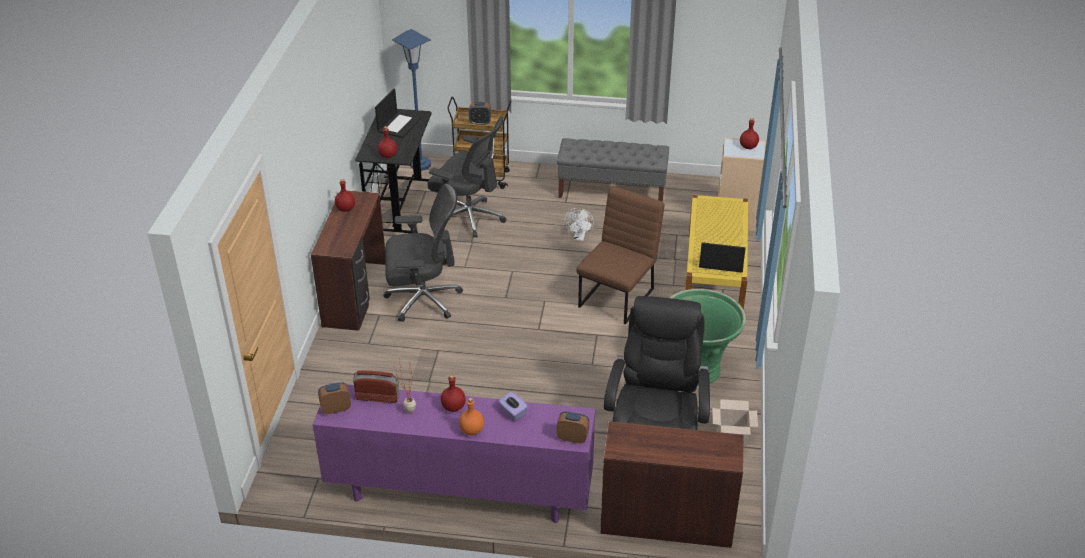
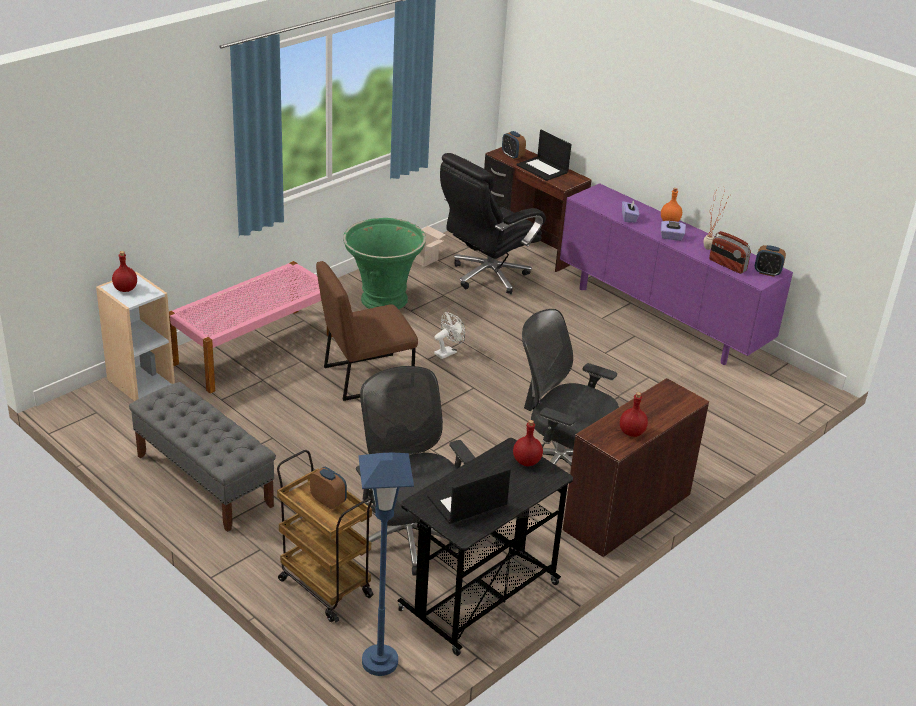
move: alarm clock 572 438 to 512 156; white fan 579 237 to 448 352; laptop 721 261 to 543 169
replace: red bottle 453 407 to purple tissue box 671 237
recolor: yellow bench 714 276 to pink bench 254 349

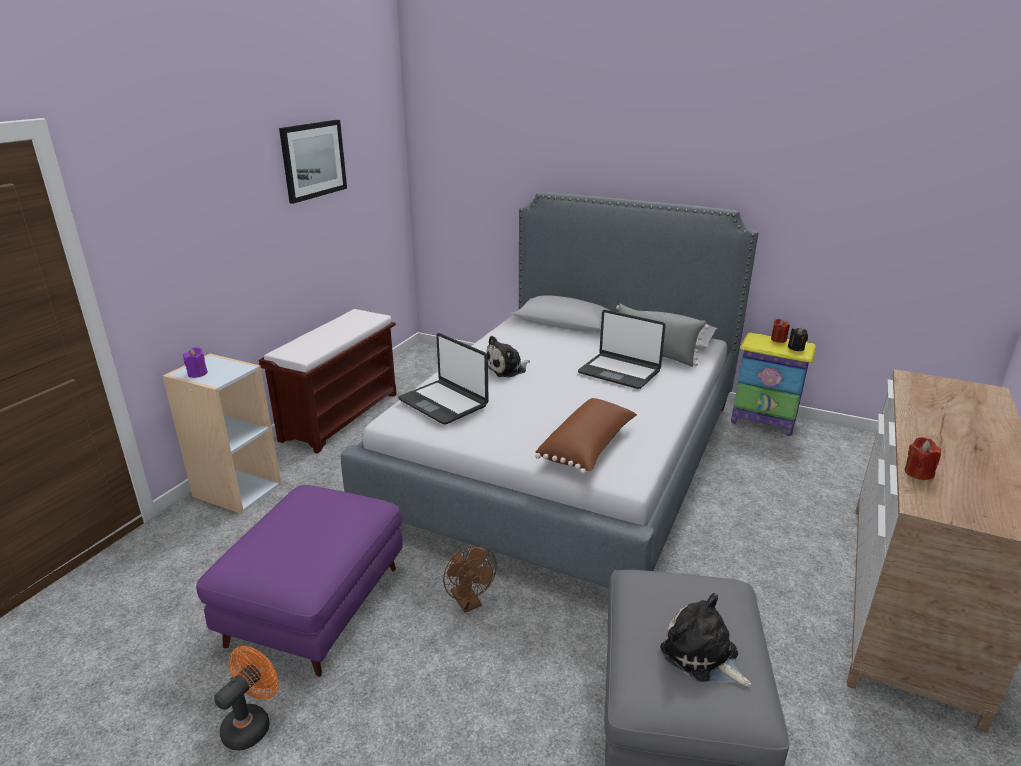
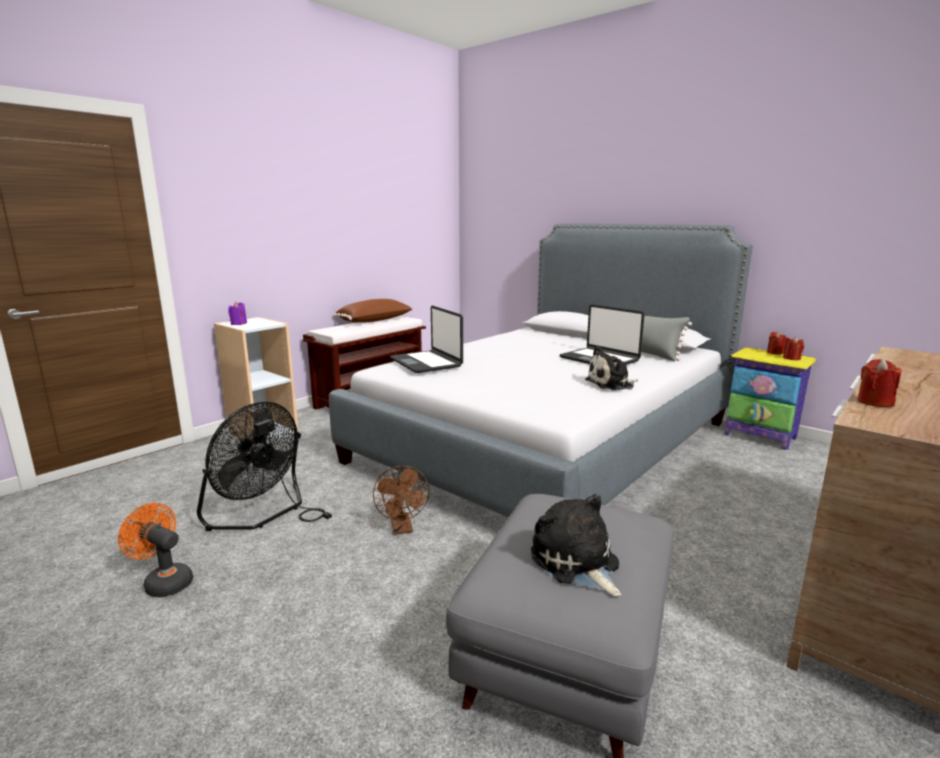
delete: picture 313 160
move: plush toy 507 369 to 612 384; brown pillow 588 448 to 375 321
replace: purple ottoman 316 606 to black fan 272 511
recolor: black candle 796 348 to red candle 791 358
rotate: orange fan 252 723 = 164 582 105 degrees counterclockwise

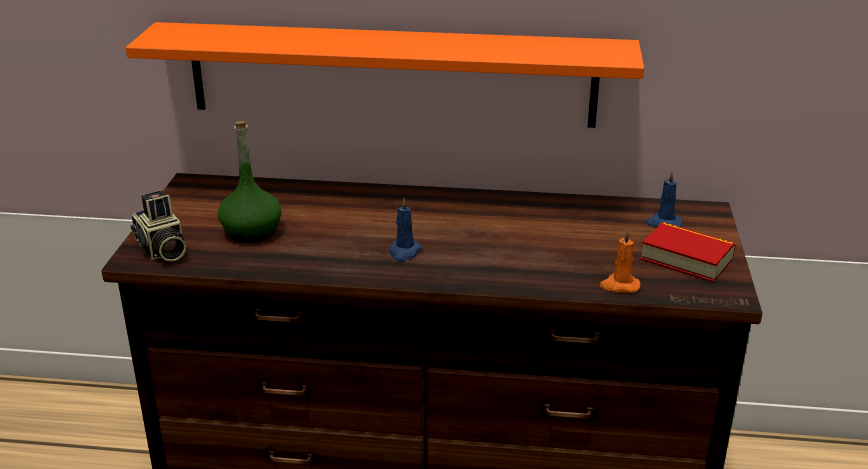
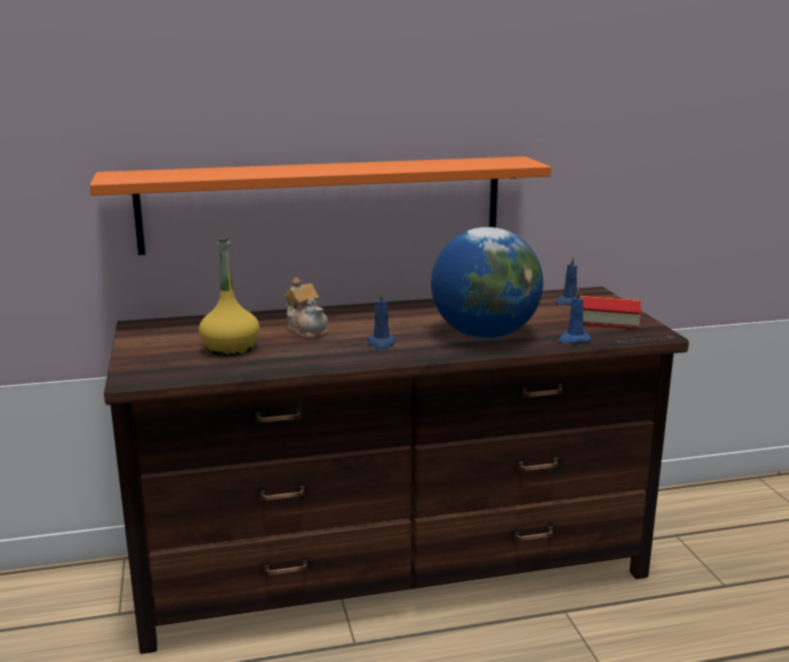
delete: photo camera 161 250
insert: teapot 307 330; globe 485 335
recolor: green bottle 251 232 to yellow bottle 230 348; orange candle 619 285 to blue candle 573 340

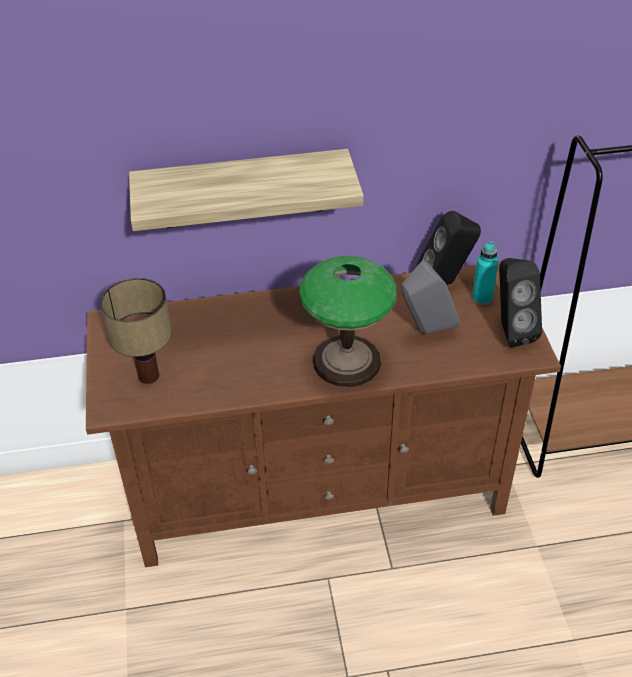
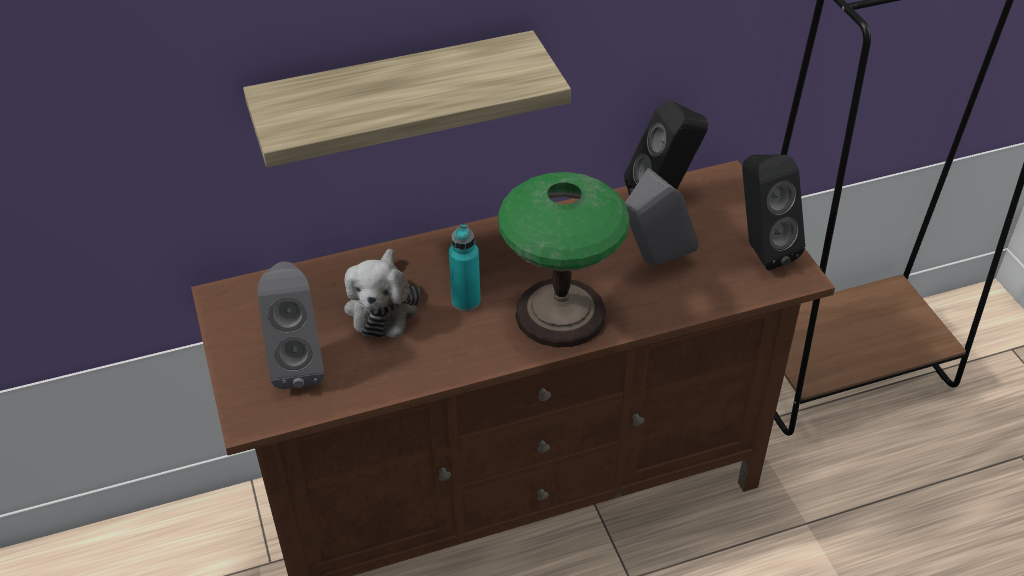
insert: plush toy 382 306
move: turquoise bottle 482 298 to 466 301
replace: table lamp 149 375 to grey speaker 298 364

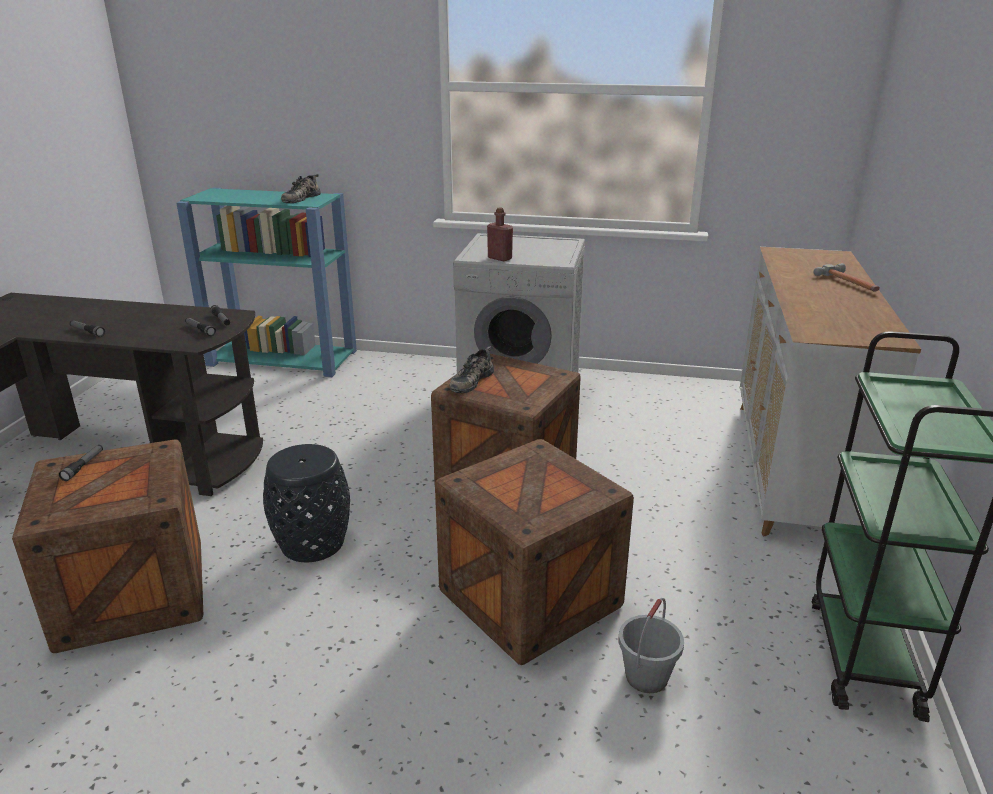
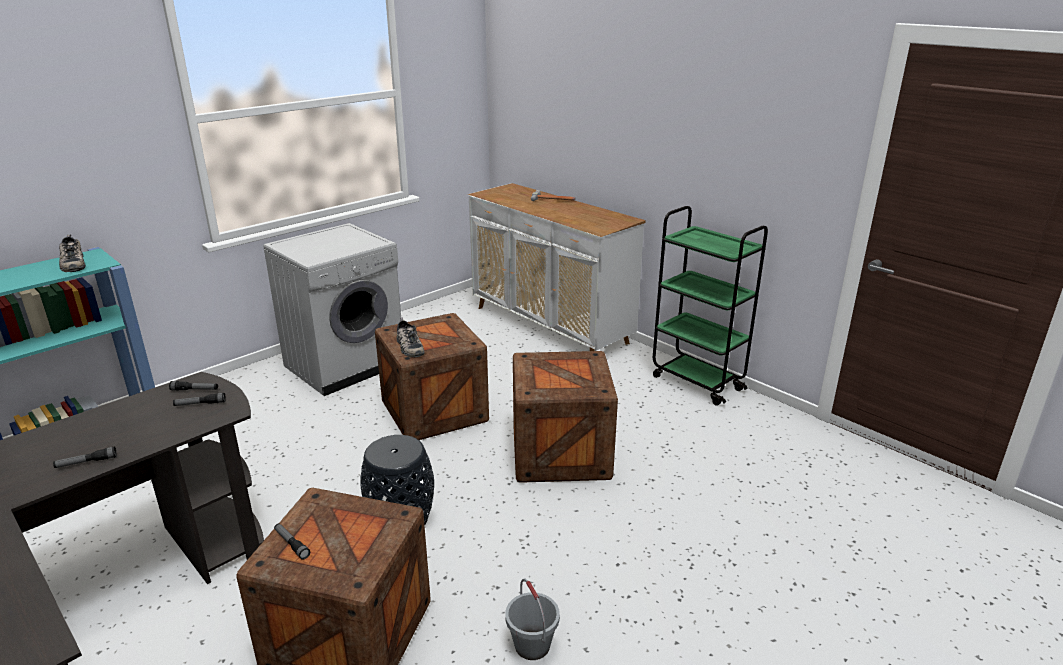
delete: red bottle 499 258
move: grey bucket 647 677 to 532 645

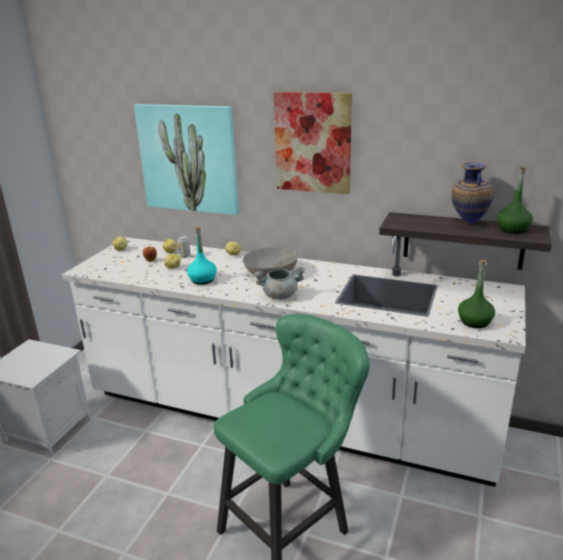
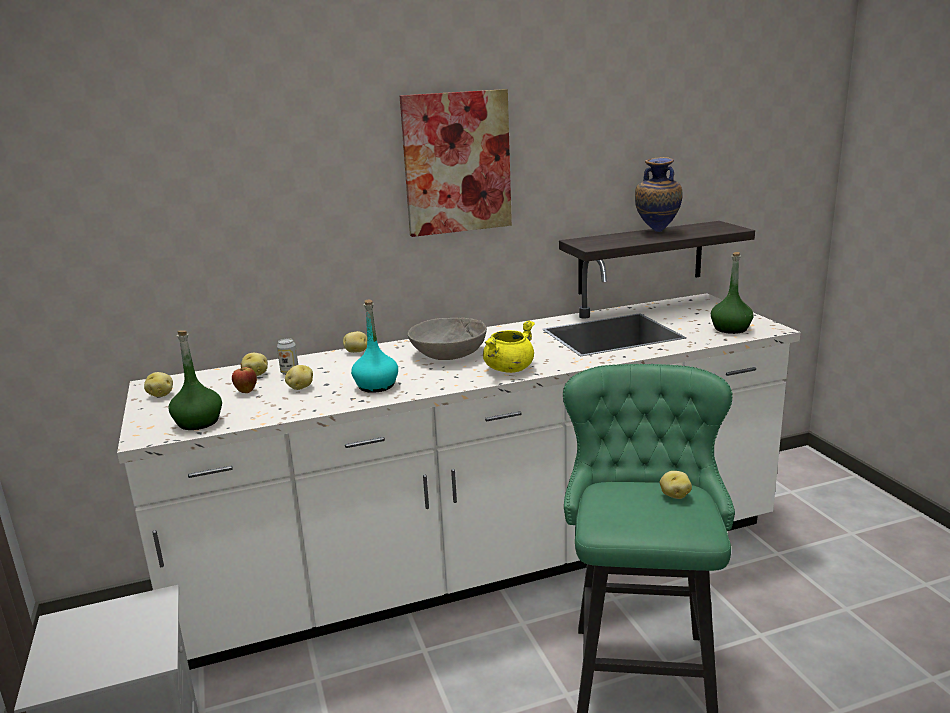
delete: picture 188 159
insert: potato 674 495
move: green bottle 513 229 to 198 422
recolor: grey cooking pot 280 295 to yellow cooking pot 509 368

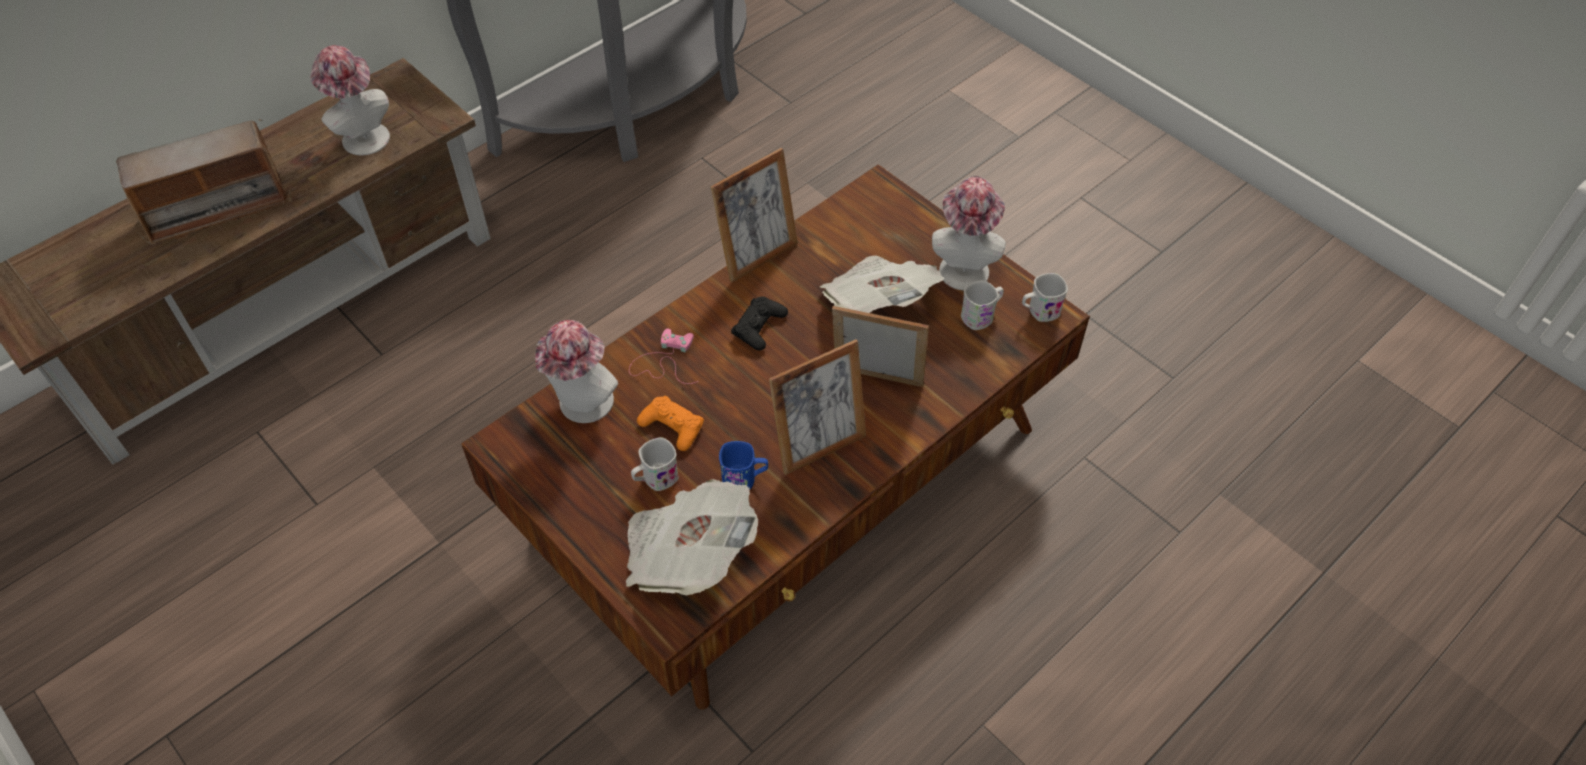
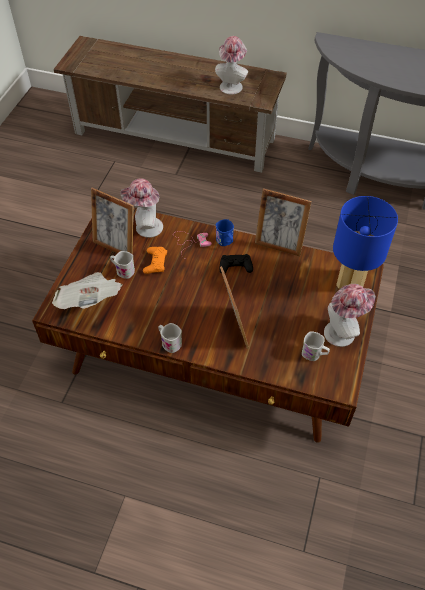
delete: radio 218 208; newspaper 878 303
insert: blue table lamp 351 281
move: blue mug 744 479 to 226 242; picture frame 818 445 to 116 246; white mug 1039 312 to 169 342

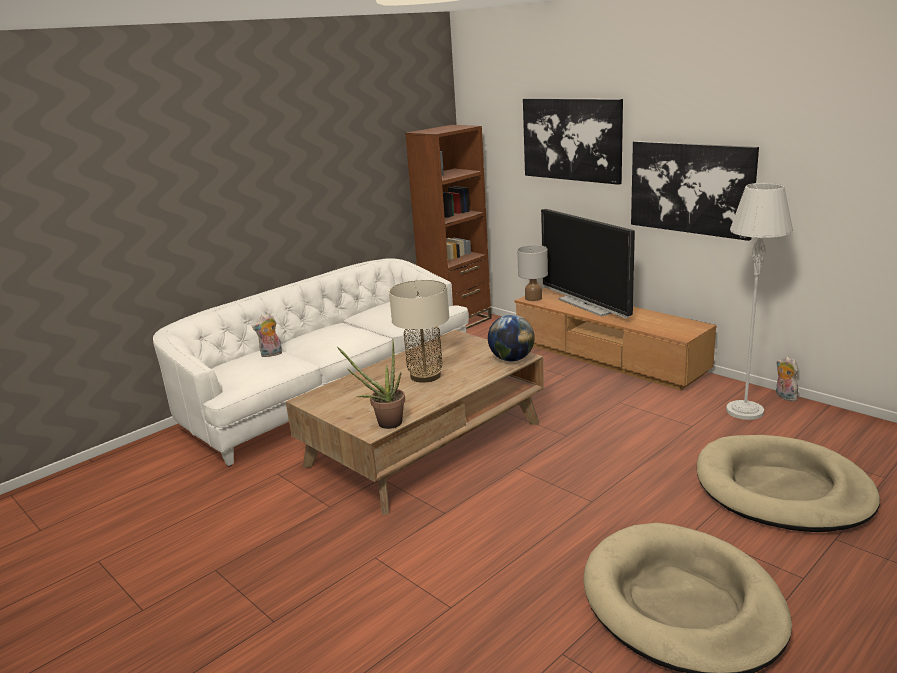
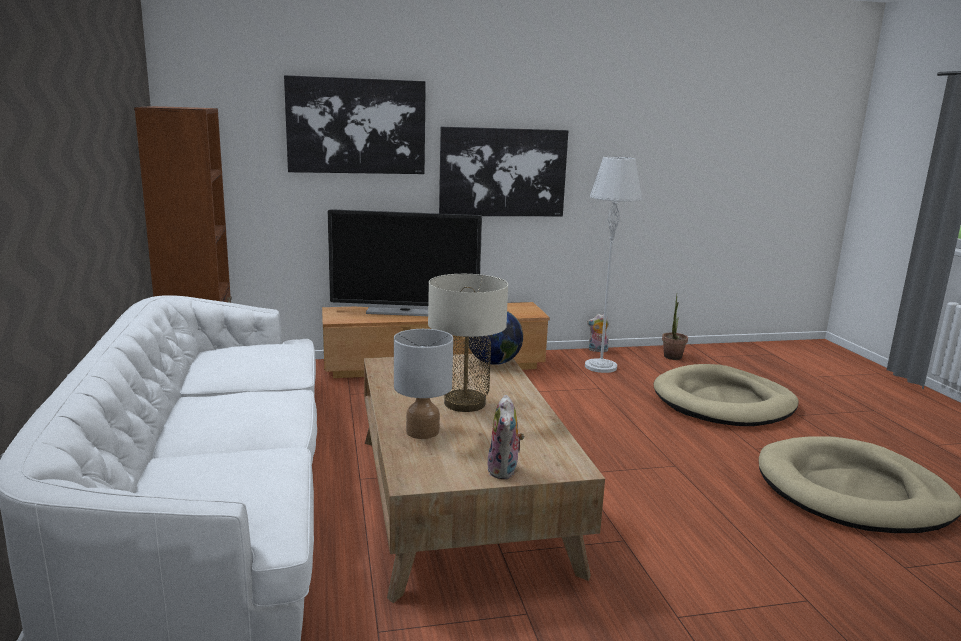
move: plush toy 271 355 to 504 471; potted plant 384 424 to 672 358; grey table lamp 533 298 to 422 432

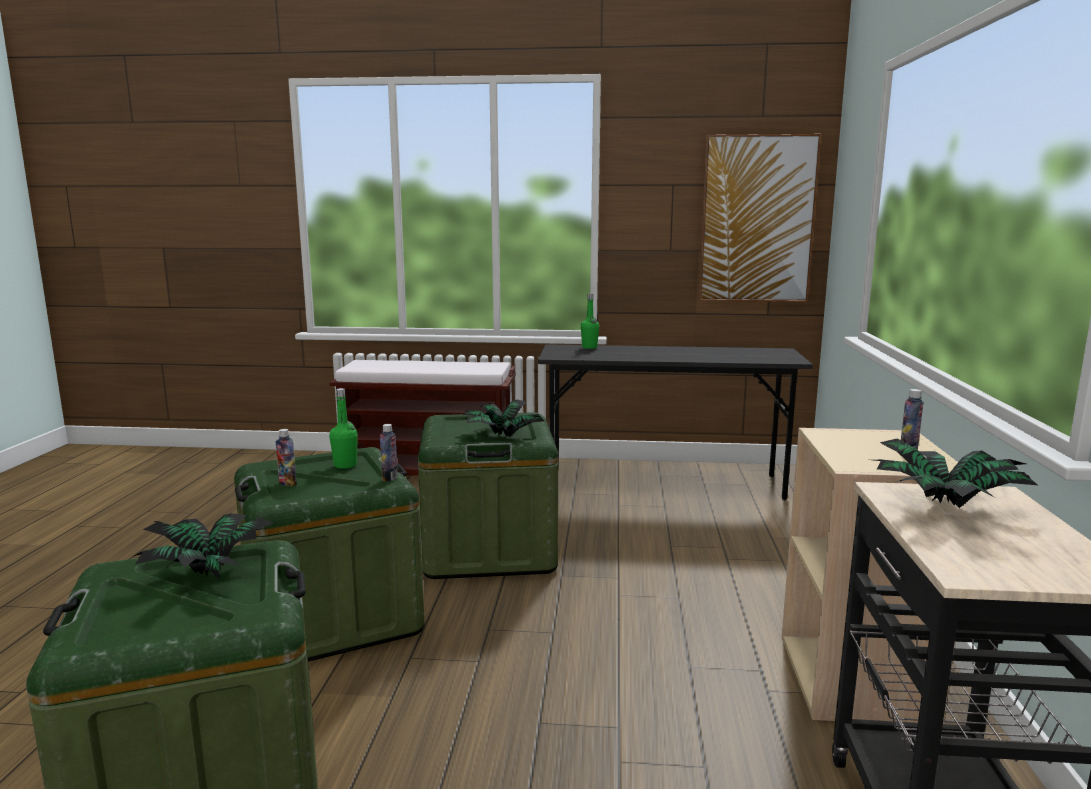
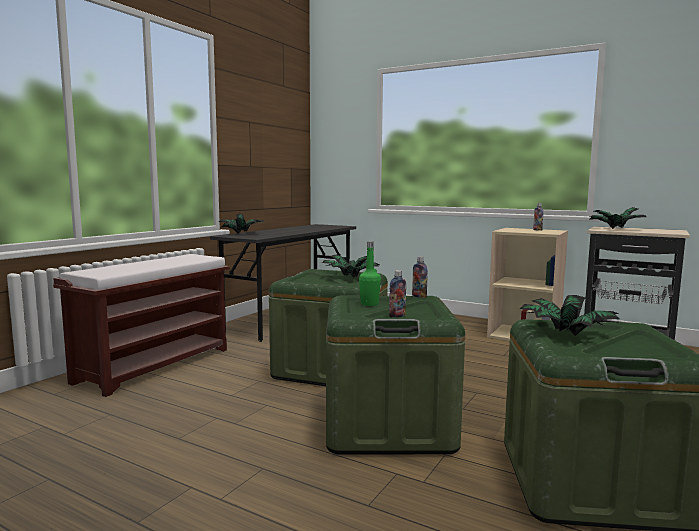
delete: picture 757 219
replace: green bottle 589 347 to potted plant 242 233

